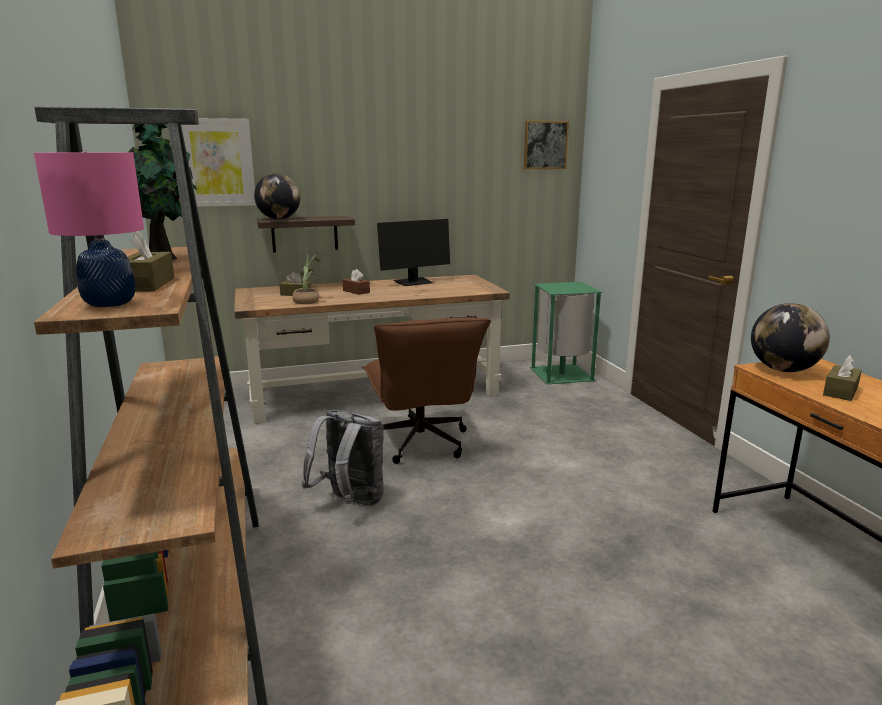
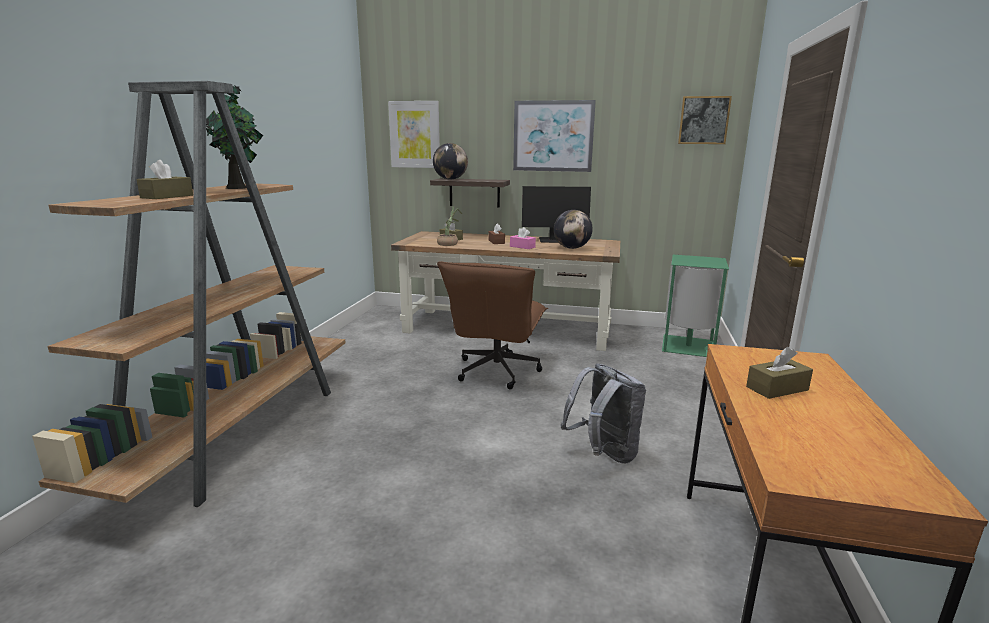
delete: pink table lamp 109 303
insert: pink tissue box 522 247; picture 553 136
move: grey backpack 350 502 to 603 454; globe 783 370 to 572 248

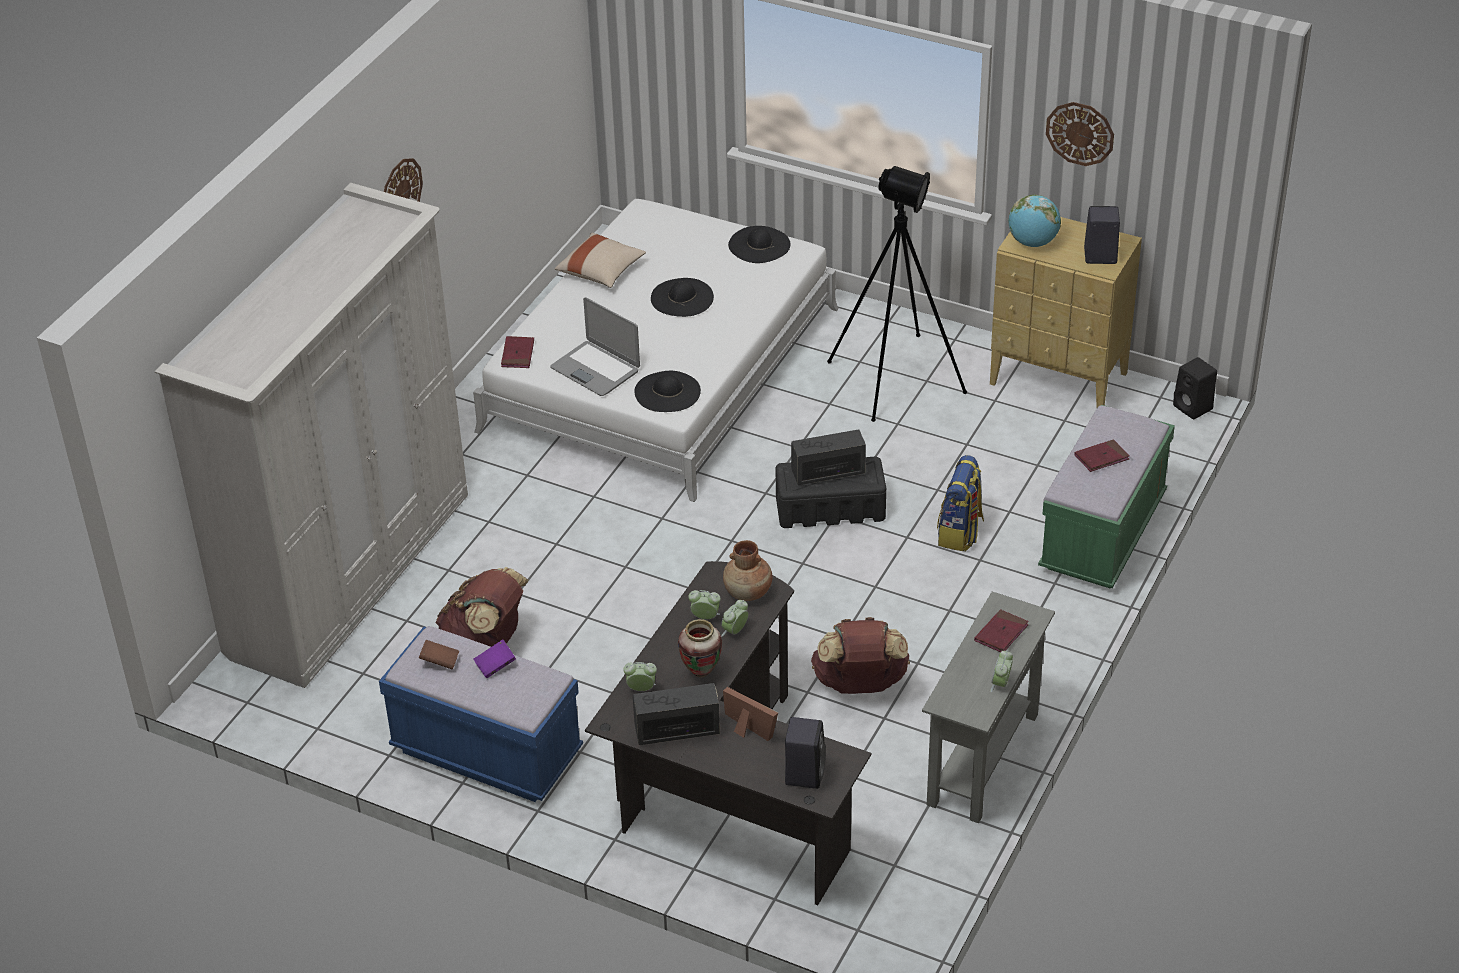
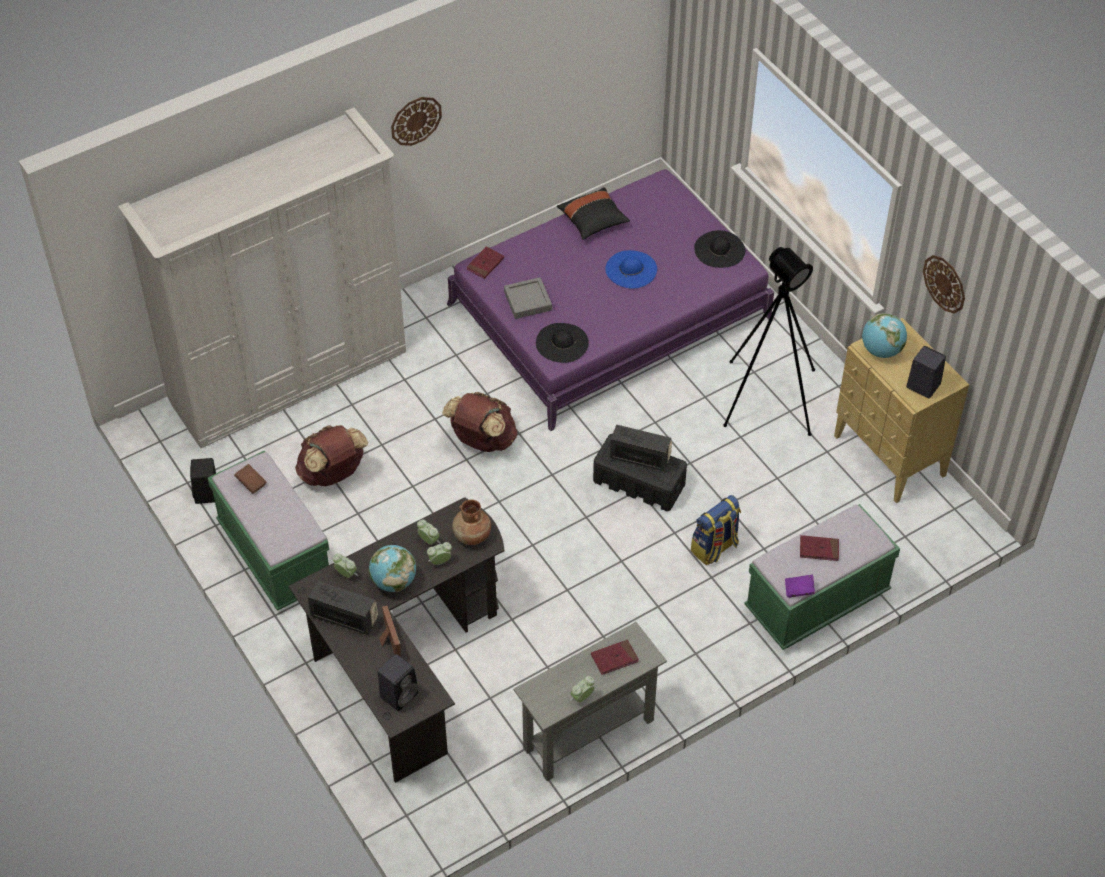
move: purple book 495 665 to 799 590; brown backpack 860 685 to 482 441; black speaker 1194 408 to 207 494
replace: laptop 595 369 to grey tray 527 301; vase 701 672 to globe 393 581
recolor: blue bench 486 752 to green bench 275 555; white bed 661 369 to purple bed 609 312; beige pillow 601 271 to black pillow 593 221; black hat 682 297 to blue hat 631 269

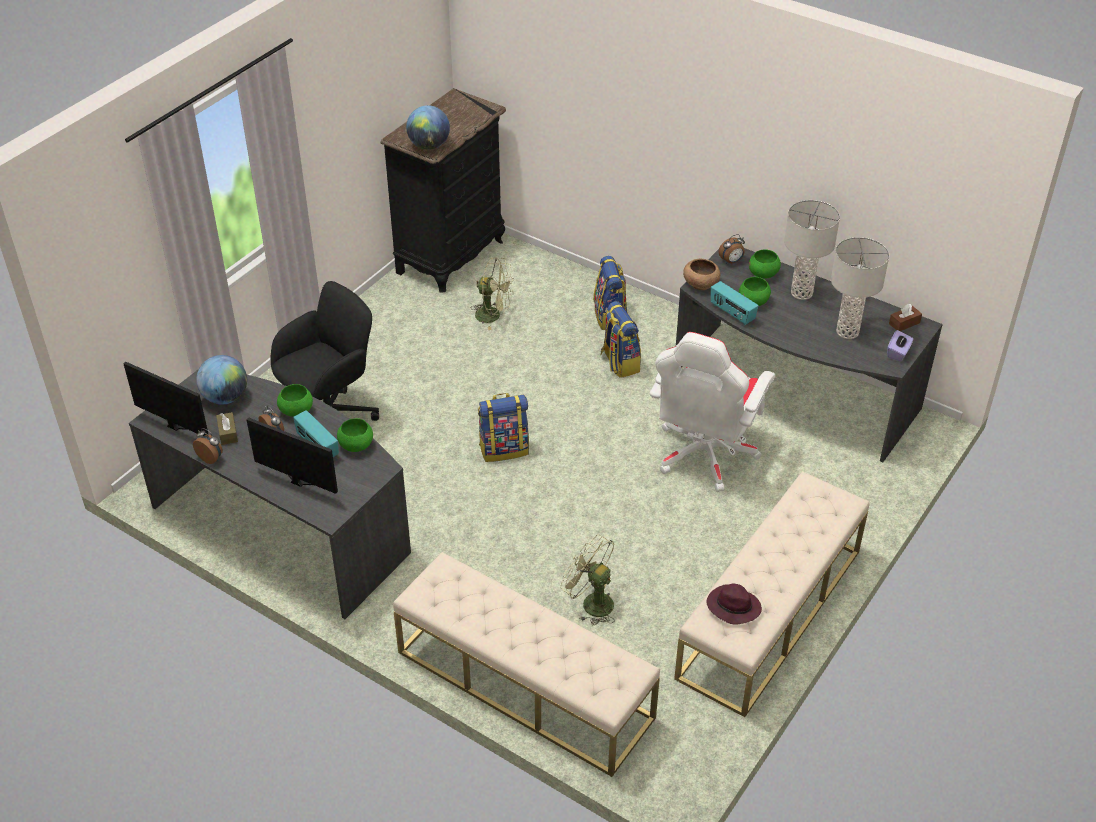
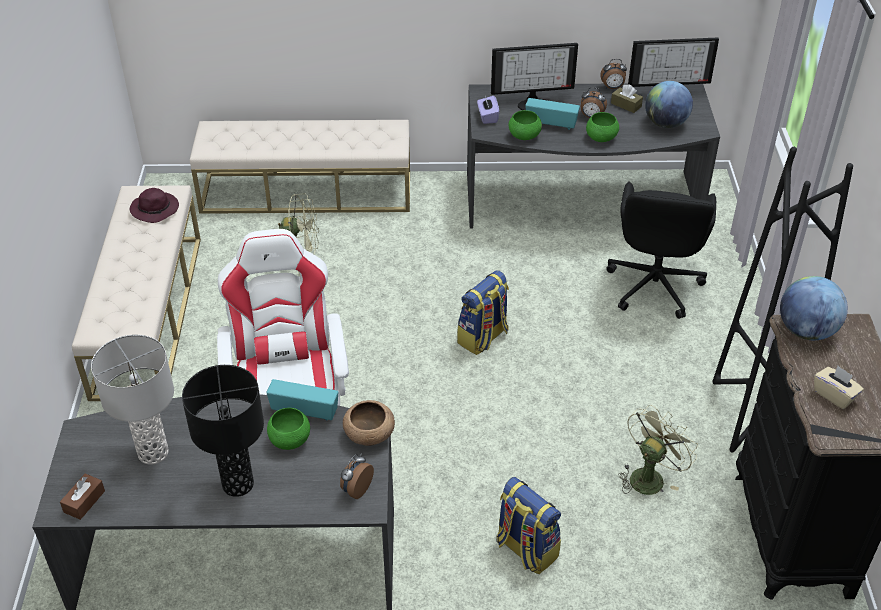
delete: backpack 619 362; green bowl 763 274
insert: black clothes rack 749 416; beige tissue box 834 395
move: purple tissue box 898 353 to 487 117
recolor: white table lamp 801 293 to black table lamp 238 483
rotate: green fan 493 315 = 649 476 150 degrees clockwise

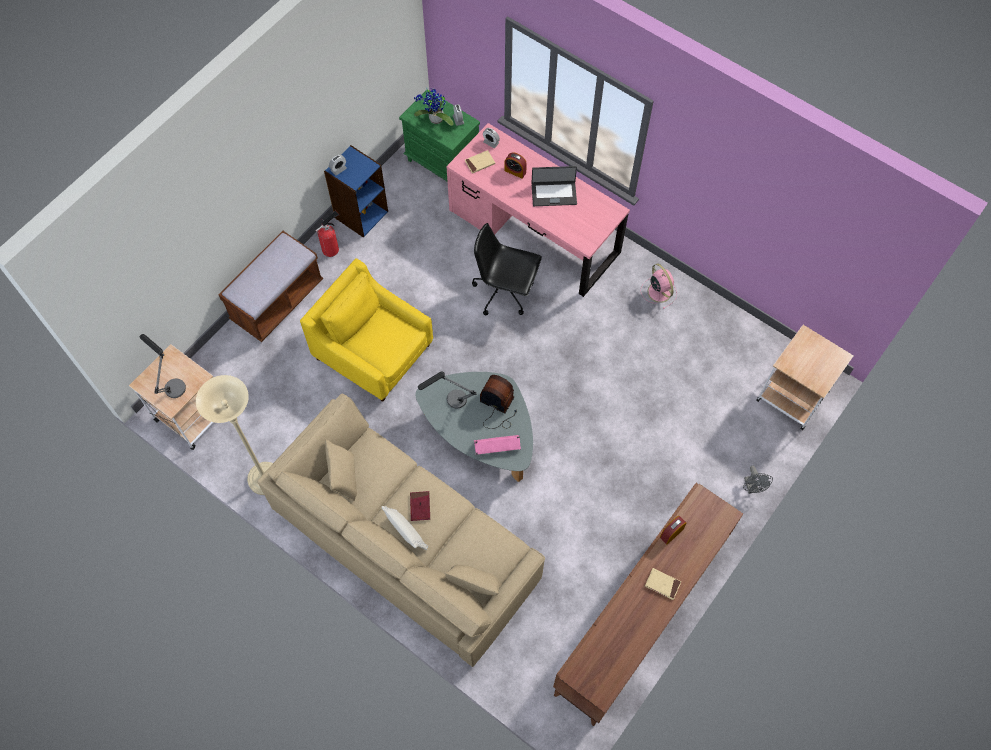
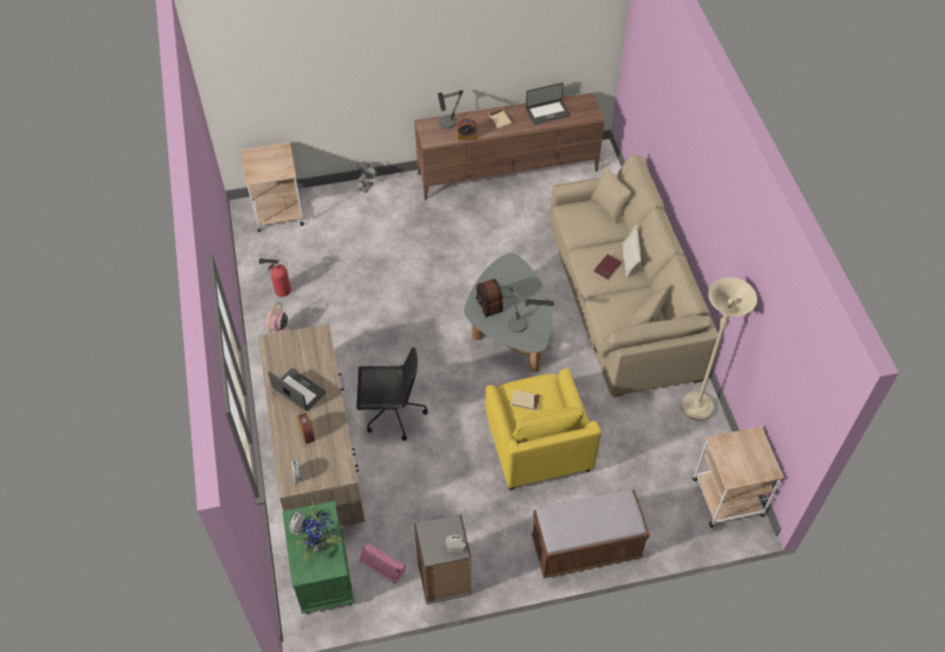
insert: laptop 547 112
move: table lamp 171 384 to 447 126; fire extinguisher 332 248 to 281 290; beige book 480 163 to 525 401; pink speaker 497 446 to 383 564
recolor: blue bookcase 361 214 to grey bookcase 444 579; pink desk 534 231 to brown desk 315 448
rotate: black office chair 505 293 = 391 414 60 degrees counterclockwise

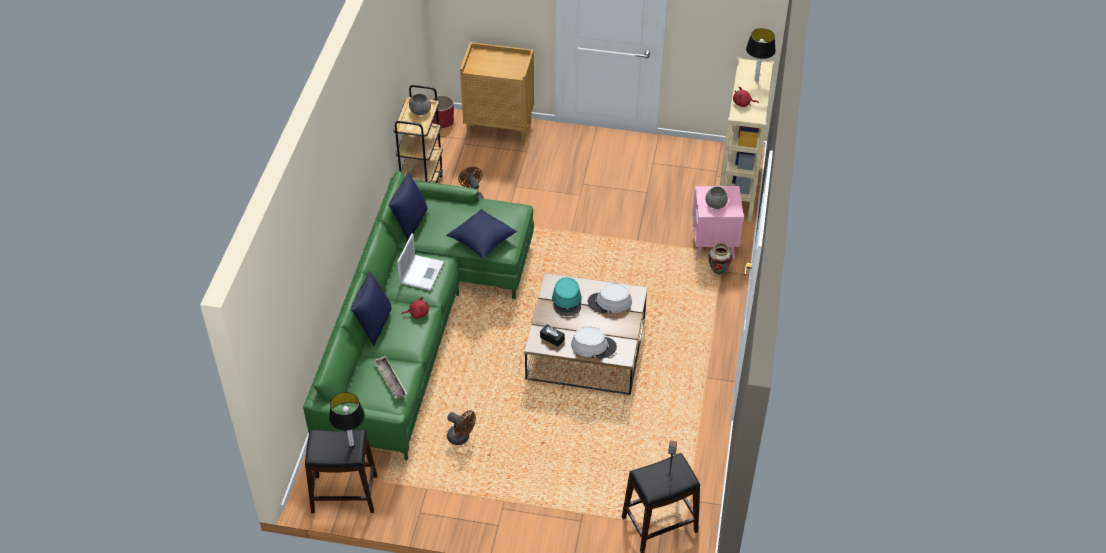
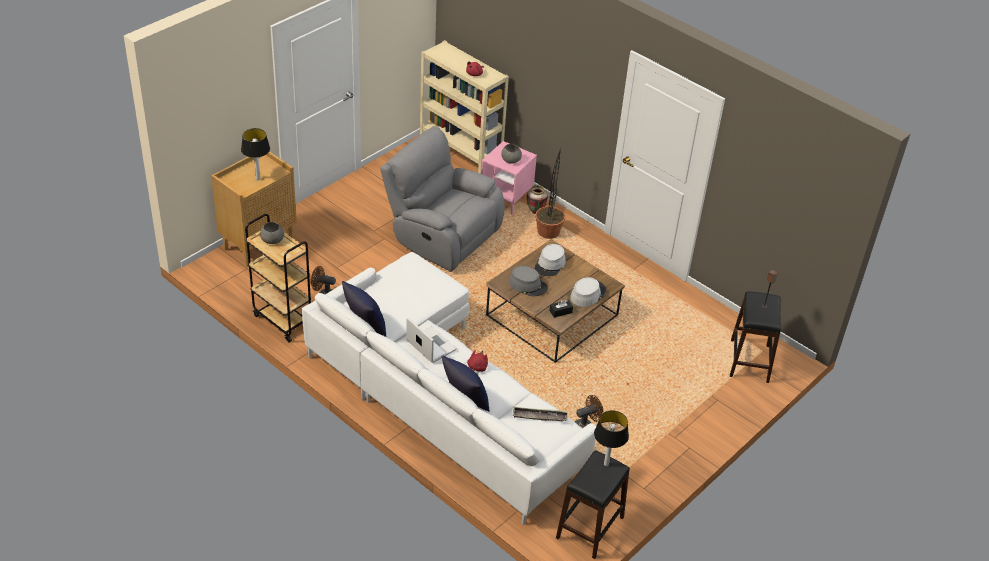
delete: red planter 443 121; blue pillow 482 241
insert: grey armchair 442 235; potted plant 548 232
move: table lamp 756 80 to 258 179
recolor: green sofa 417 324 to white sofa 438 398; turquoise hat 567 301 to grey hat 528 285

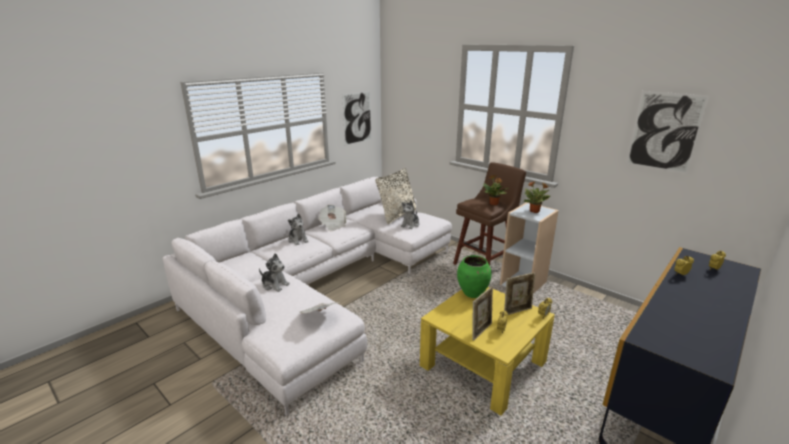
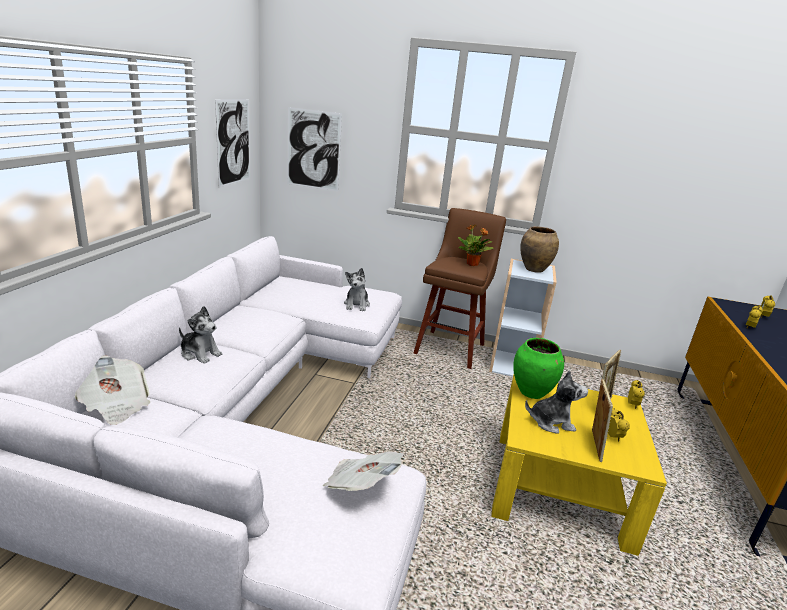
delete: beige pillow 397 216
move: plush toy 274 285 to 551 422; newspaper 333 225 to 115 404; picture 664 132 to 313 149
replace: potted plant 535 211 to brown vase 534 269

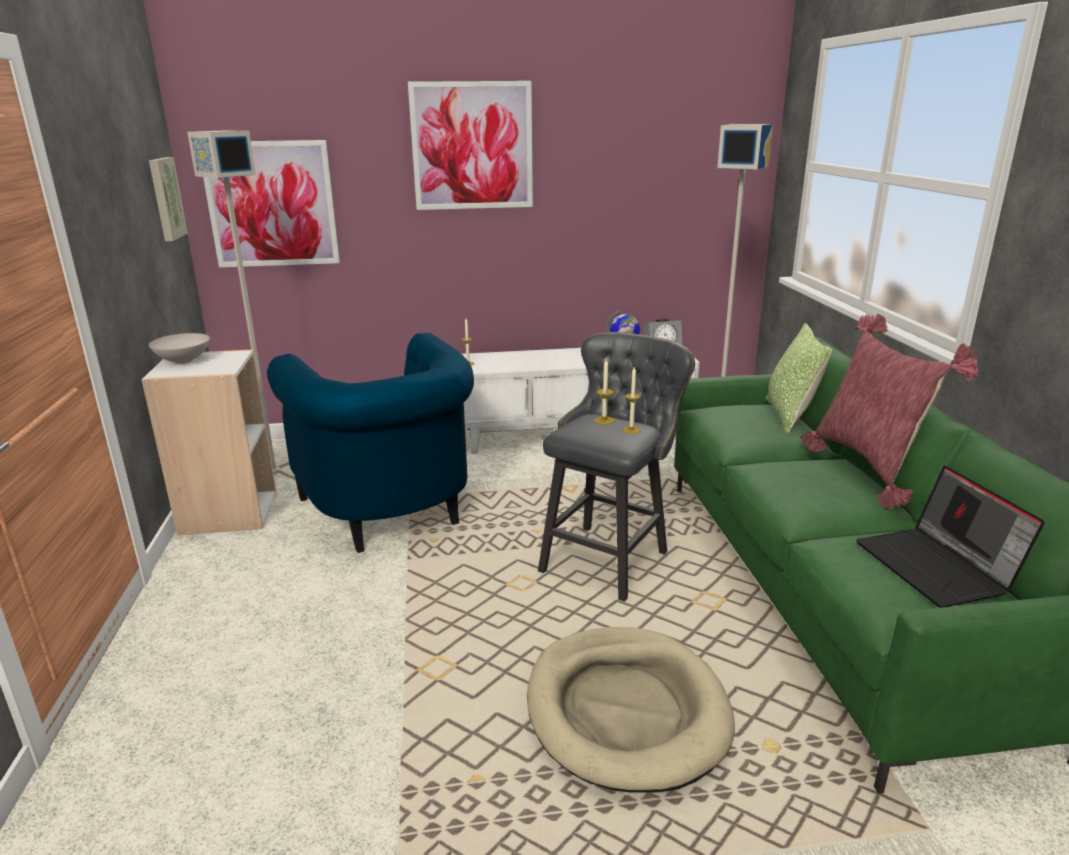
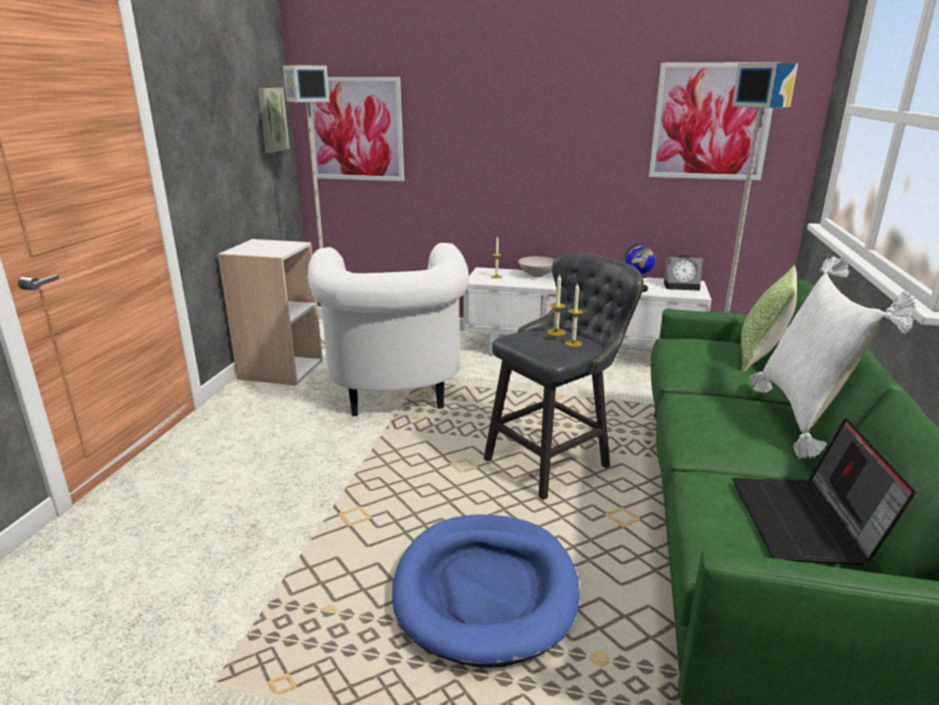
move: white bowl 182 361 to 536 275; picture 472 146 to 711 122
recolor: blue armchair 388 511 to white armchair 394 389; beige dog bed 626 710 to blue dog bed 486 590; red pillow 868 477 to white pillow 804 425

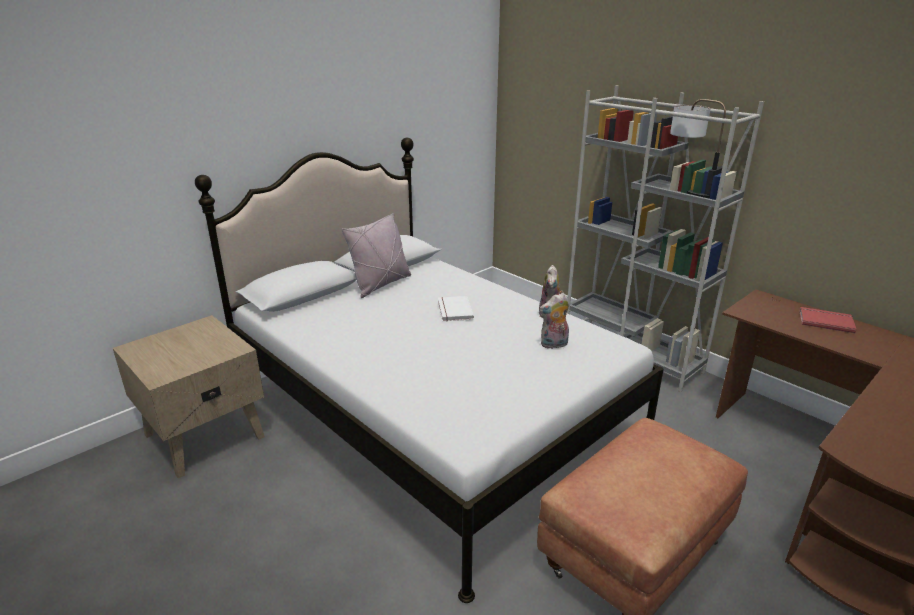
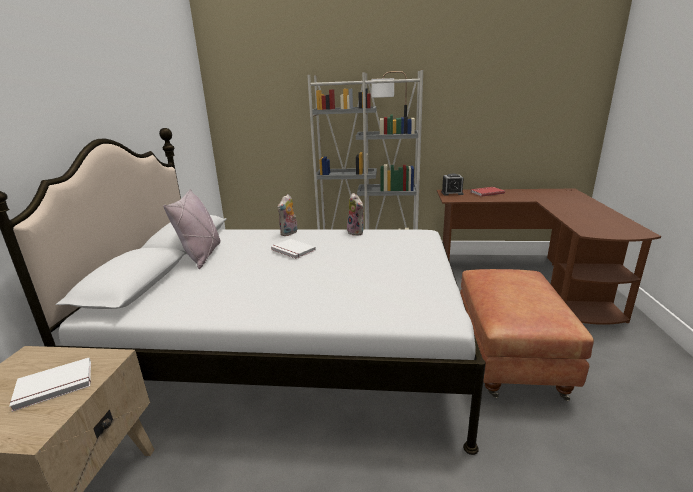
insert: white book 54 386; alarm clock 452 193
move: plush toy 554 345 to 289 233

